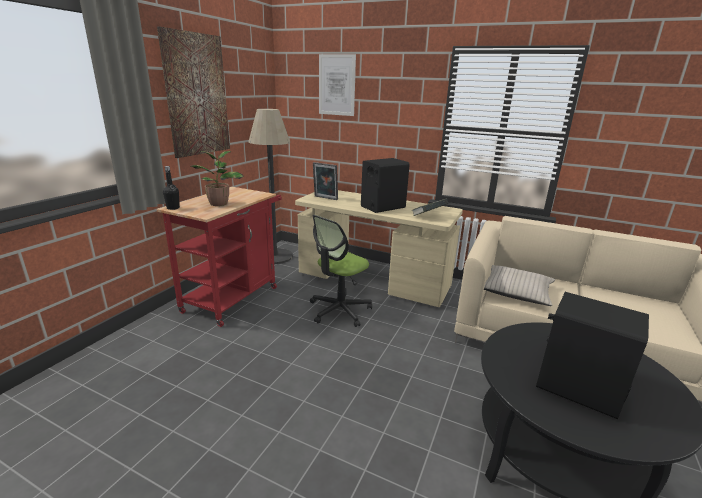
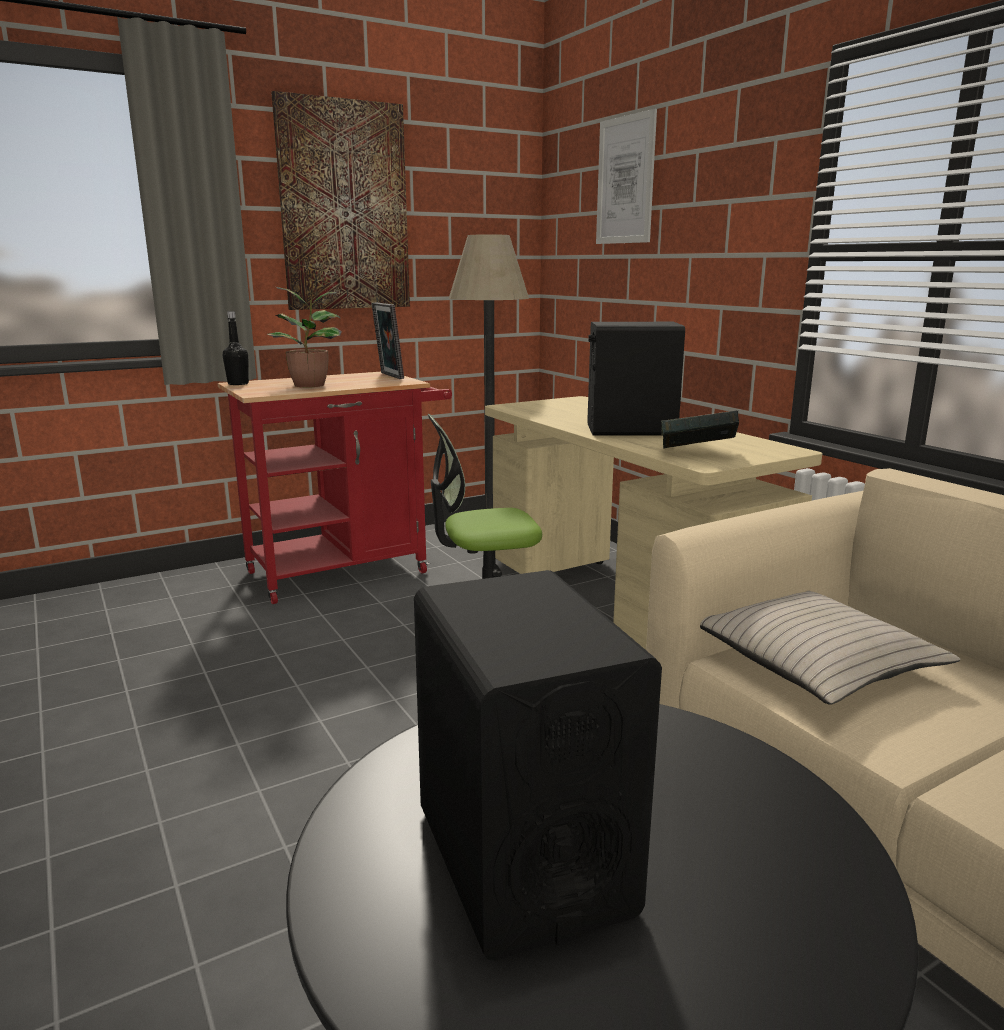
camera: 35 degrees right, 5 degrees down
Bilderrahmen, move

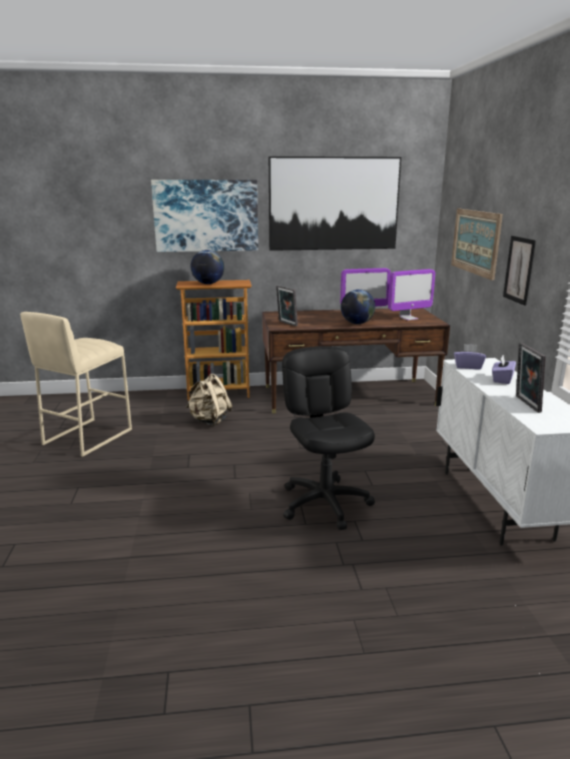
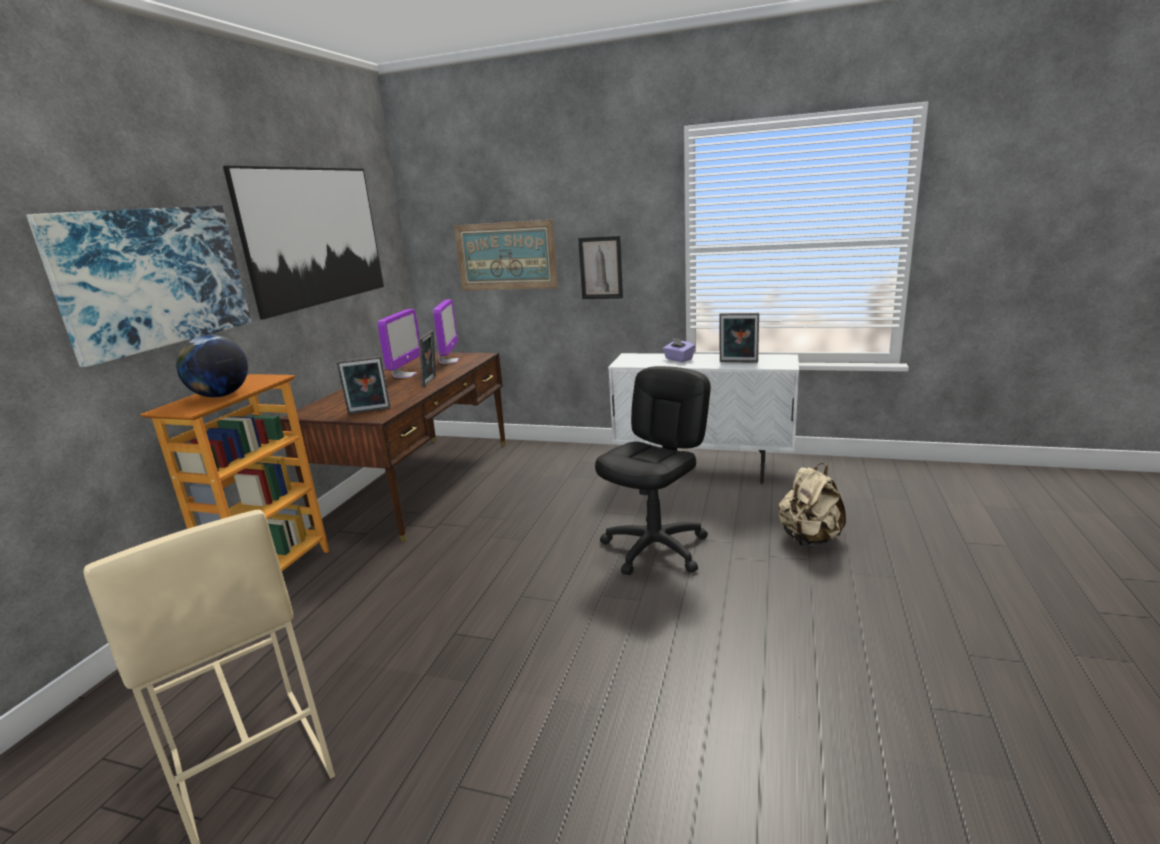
camera: 65 degrees left, 0 degrees up
Taschentuchbox [lila] (1st from left) => nothing
Rucksack [beige], move
Globus (2nd from left) => Bilderrahmen (2nd from left)
Bürostuhl [schwarz], 120 degrees clockwise

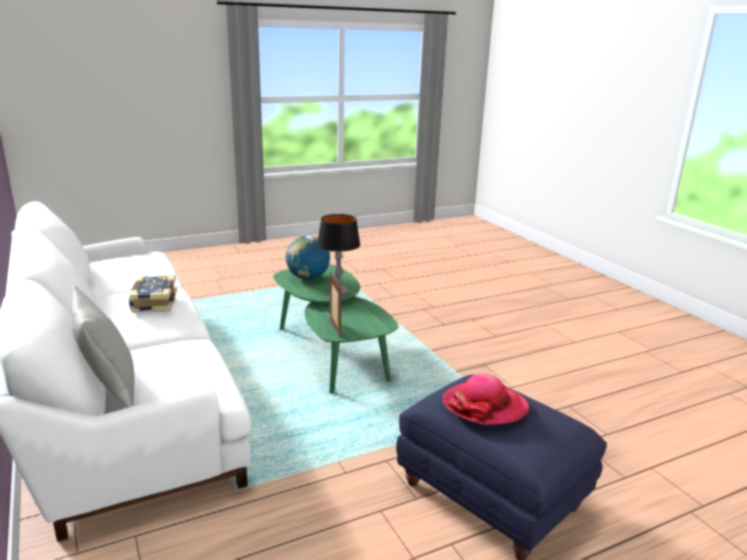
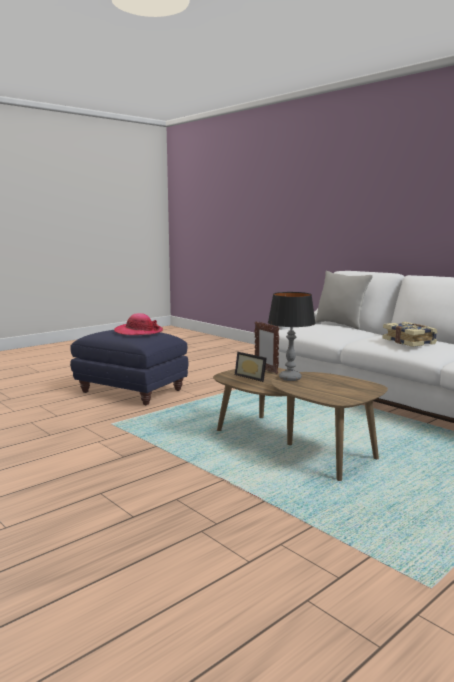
camera: 165 degrees right, 10 degrees down
Globus => nothing
nothing => Bilderrahmen (1st from left)
Couchtisch [grün] => Couchtisch [braun]

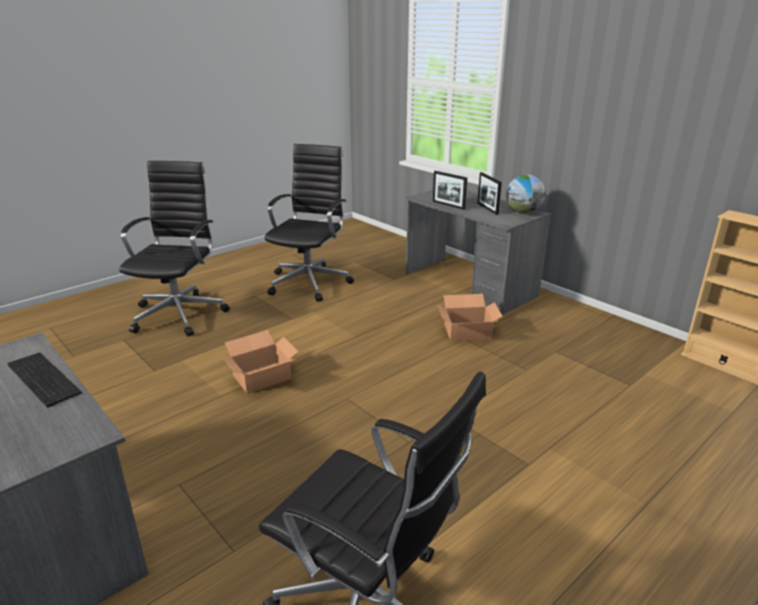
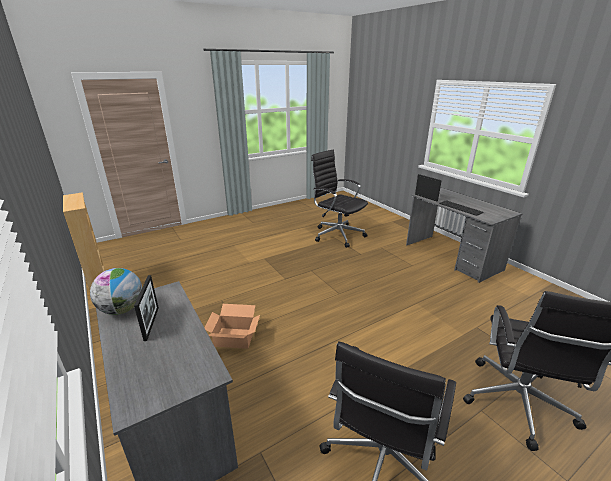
camera: 170 degrees left, 0 degrees up
Karton (1st from left) => nothing
Bilderrahmen (1st from left in the first image) => Bilderrahmen (2nd from left), move

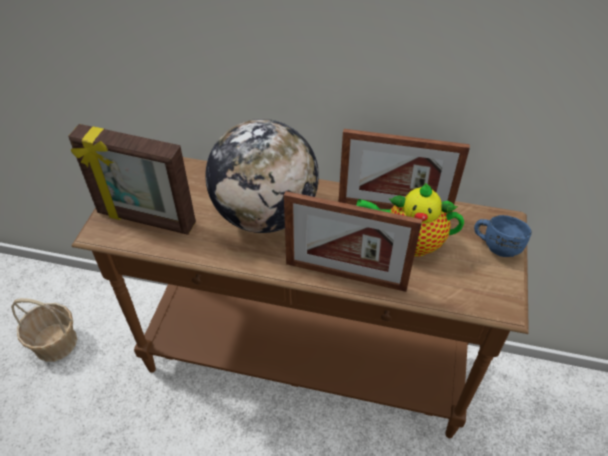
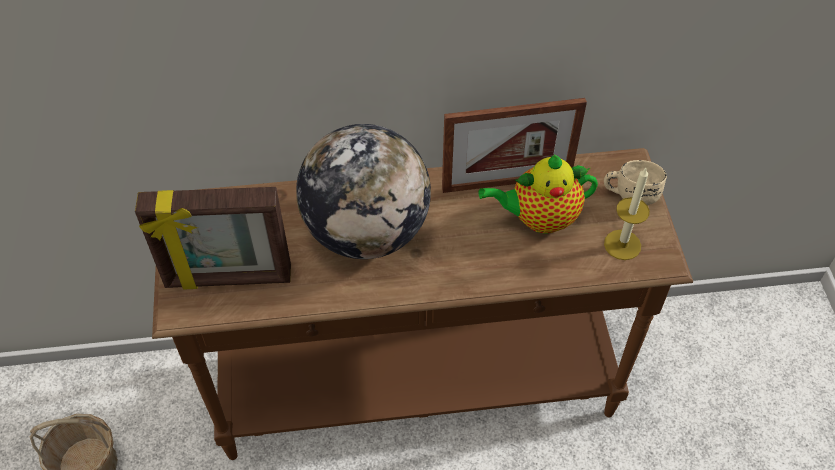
camera: 20 degrees left, 5 degrees up
Bilderrahmen (2nd from left) => nothing
nothing => Kerze
Henkelbecher [blau] => Henkelbecher [beige]

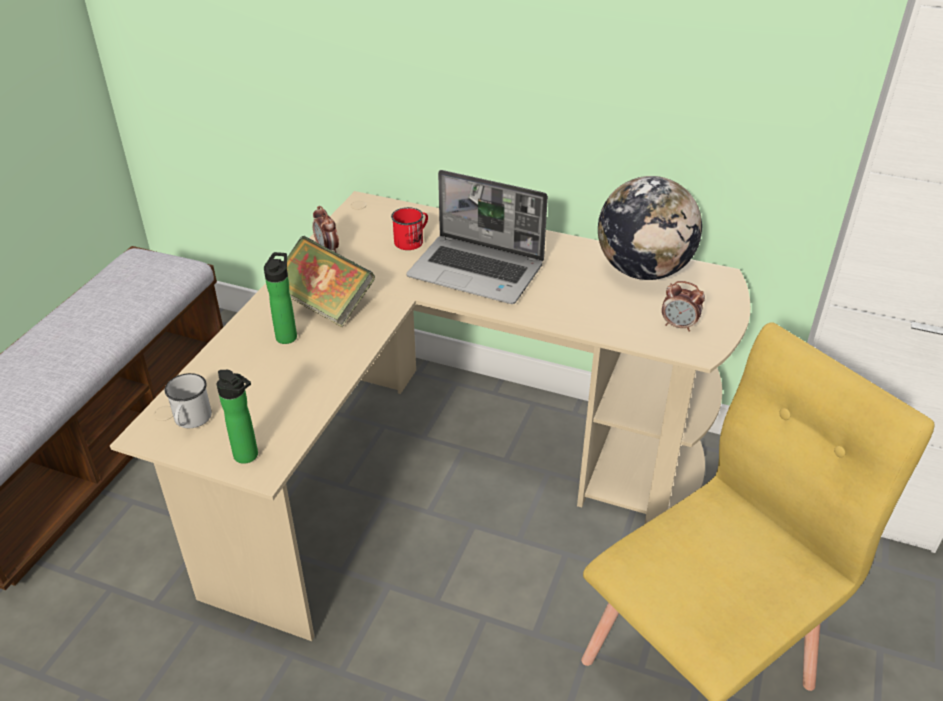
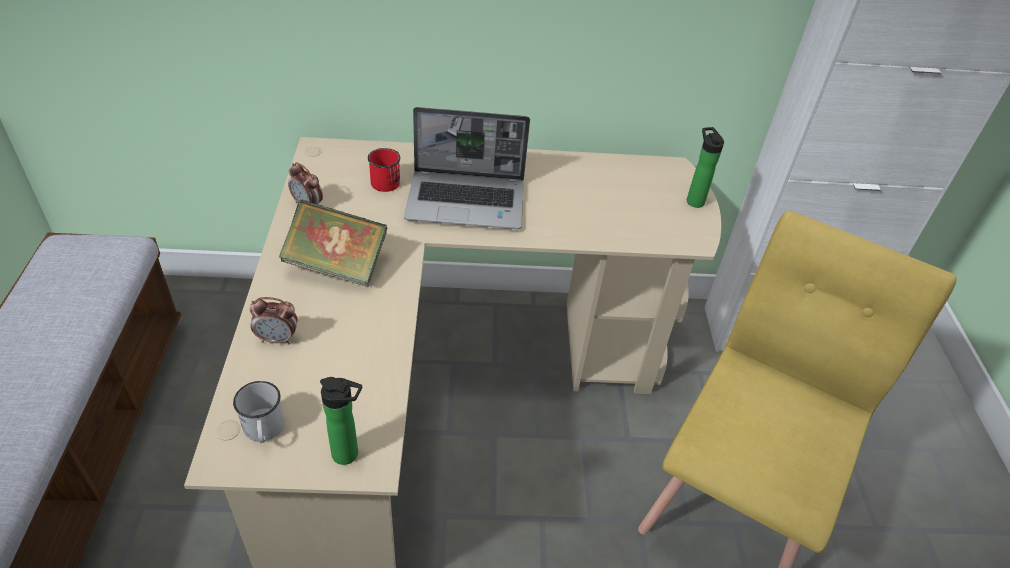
camera: 25 degrees left, 5 degrees up
Globus => nothing
Flasche (2nd from left), move
Wecker (2nd from left in the first image) => Wecker (1st from left), move

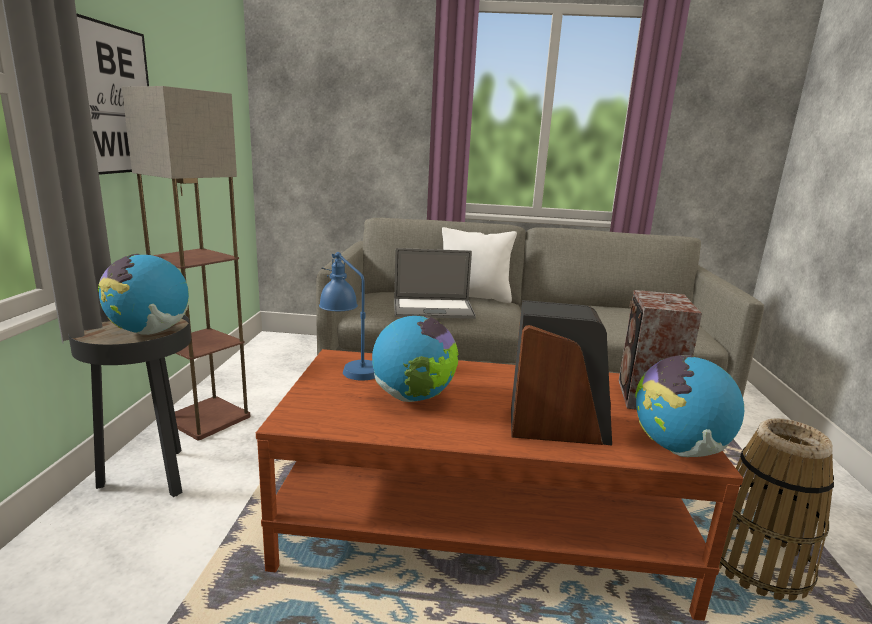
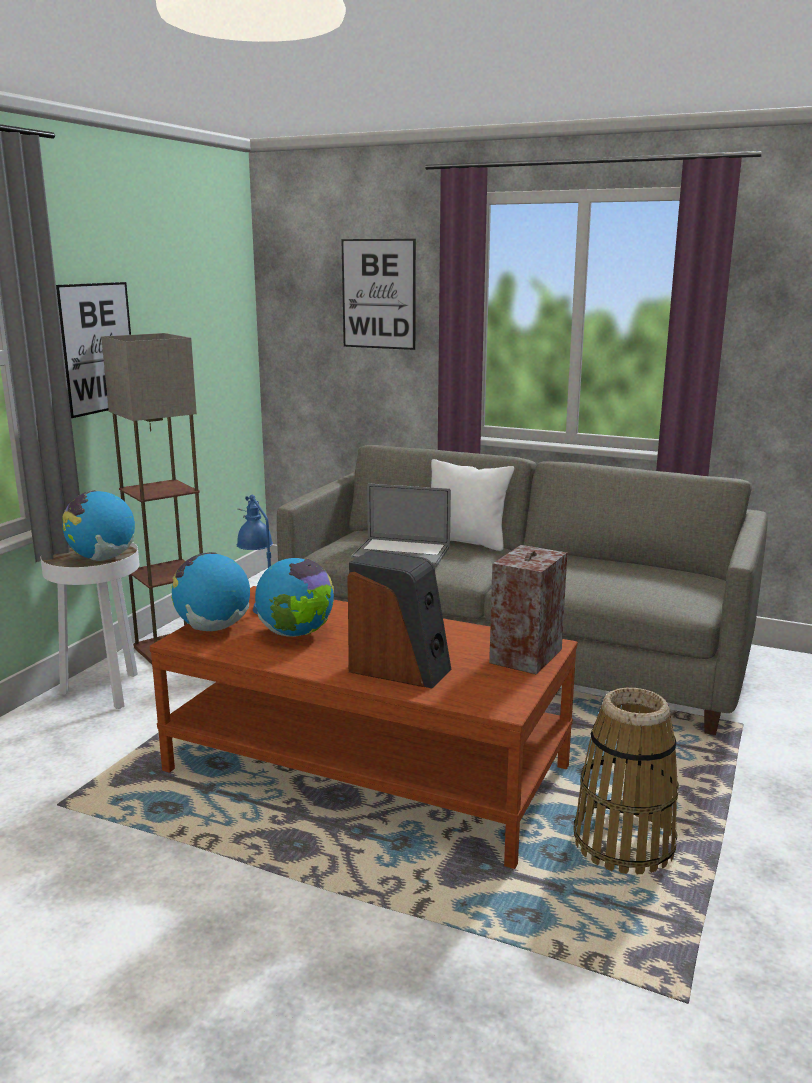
camera: 20 degrees right, 0 degrees up
nothing => Bild (2nd from left)
Globus (3rd from left in the first image) => Globus (2nd from left), move
Beistelltisch [schwarz] => Beistelltisch [weiß]

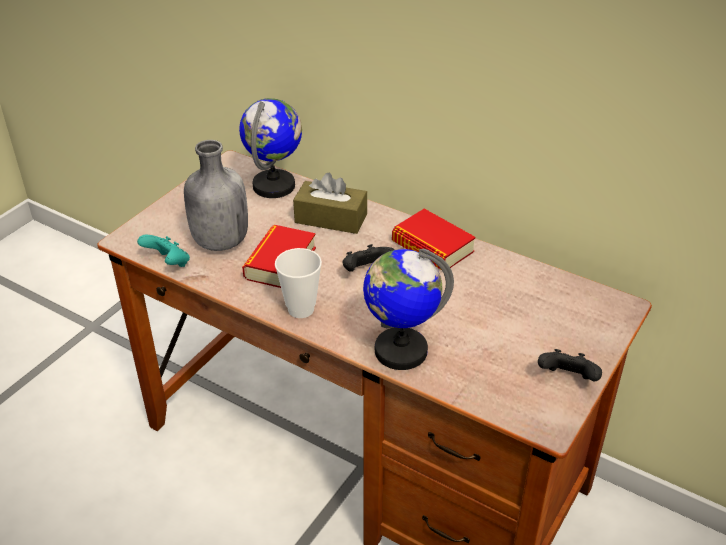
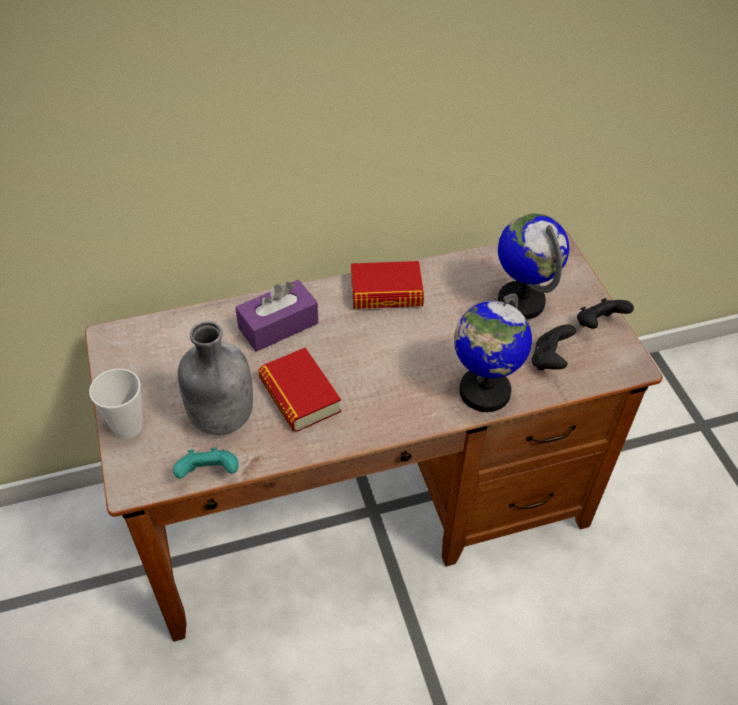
camera: 50 degrees left, 10 degrees up
Globus (1st from left in the first image) => Globus (2nd from left), move
Tasse, move
Gamepad [schwarz] (1st from left), move
Taschentuchbox [braun] => Taschentuchbox [lila]

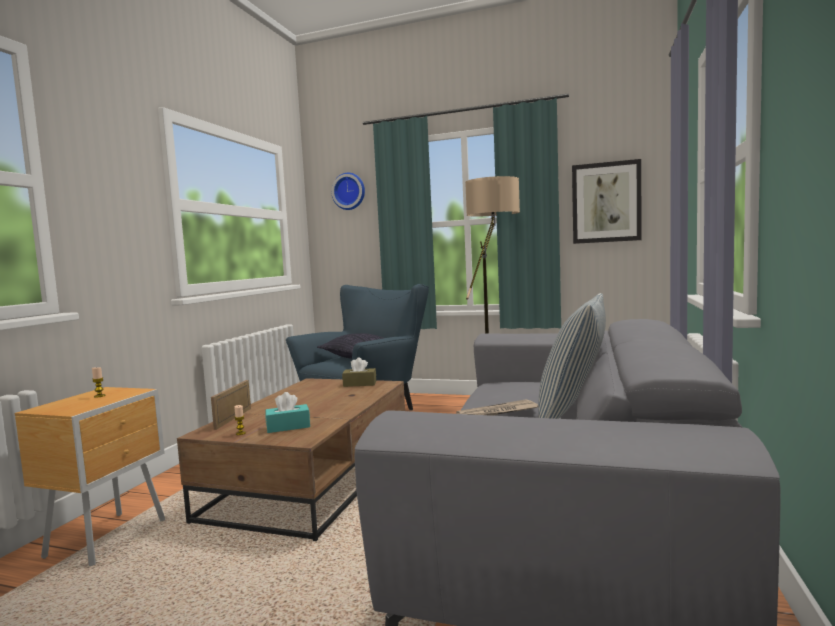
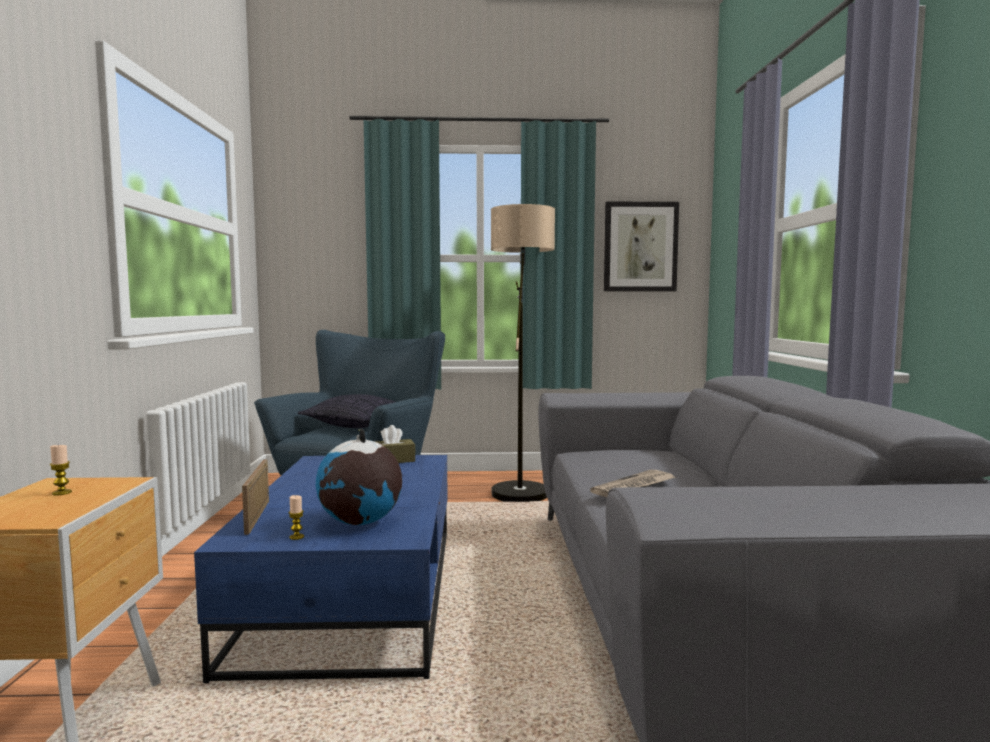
camera: 20 degrees left, 0 degrees up
Wanduhr => nothing
Kissen (2nd from left) => nothing
Taschentuchbox [türkis] => Globus
Couchtisch [braun] => Couchtisch [blau]

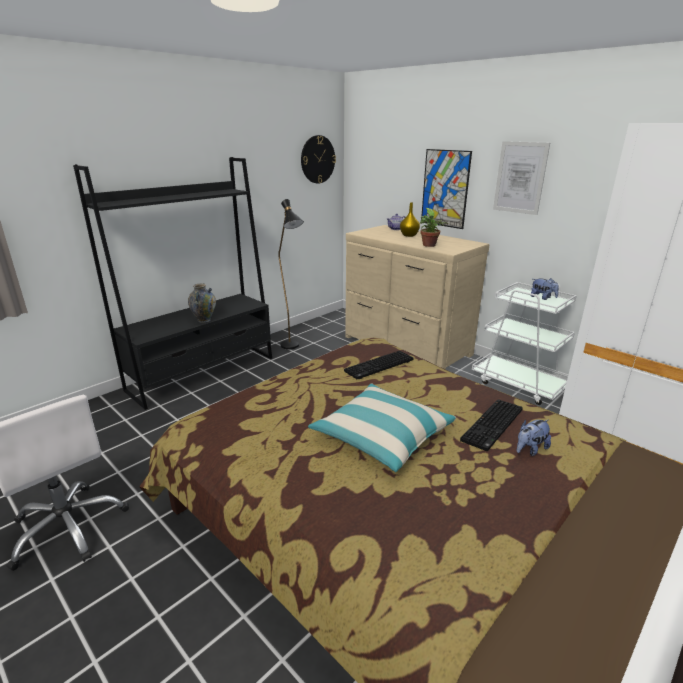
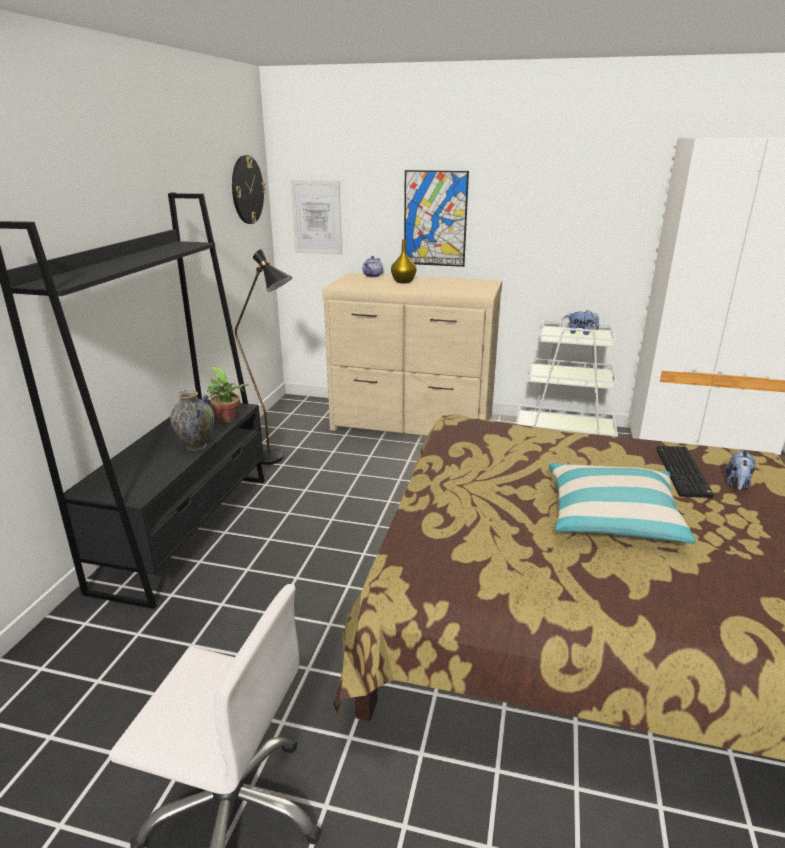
camera: 30 degrees left, 0 degrees up
Tastatur (1st from left) => nothing
Topfpflanze, move
Bild (2nd from left in the first image) => Bild (1st from left), move

